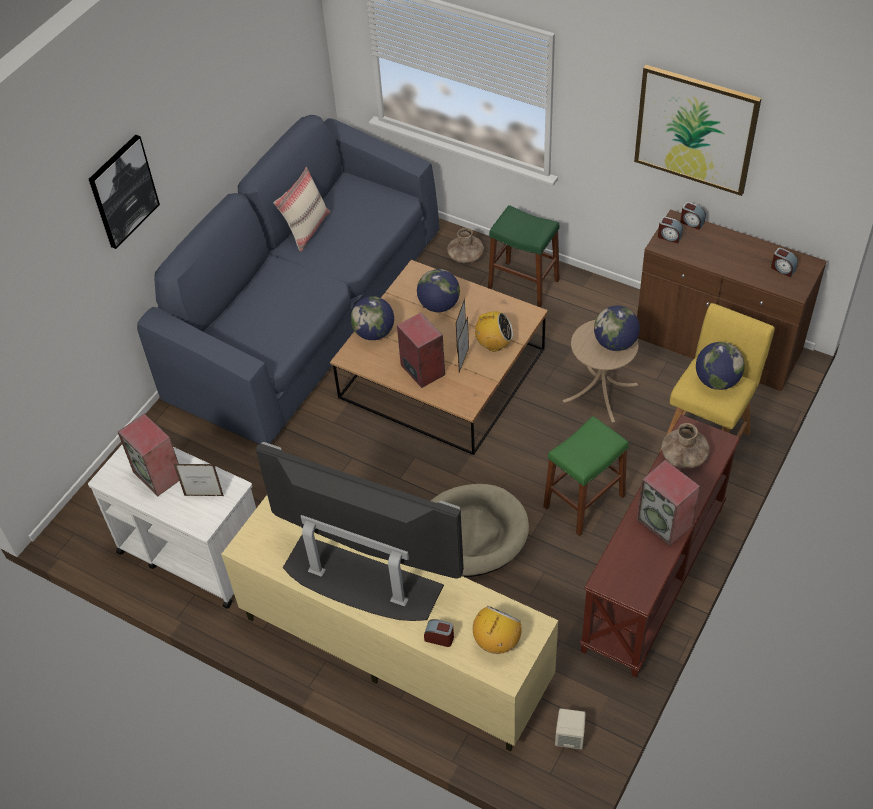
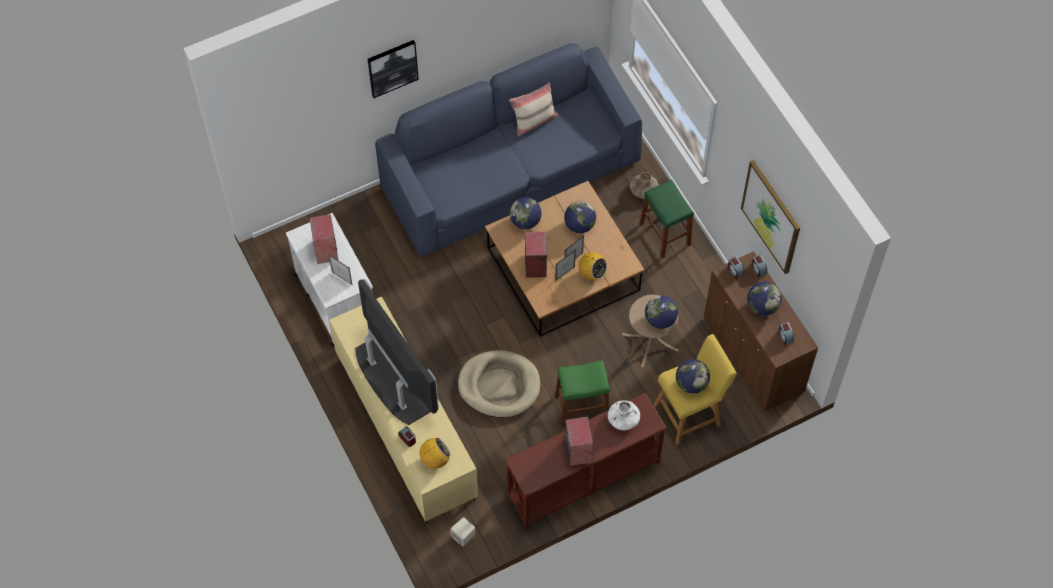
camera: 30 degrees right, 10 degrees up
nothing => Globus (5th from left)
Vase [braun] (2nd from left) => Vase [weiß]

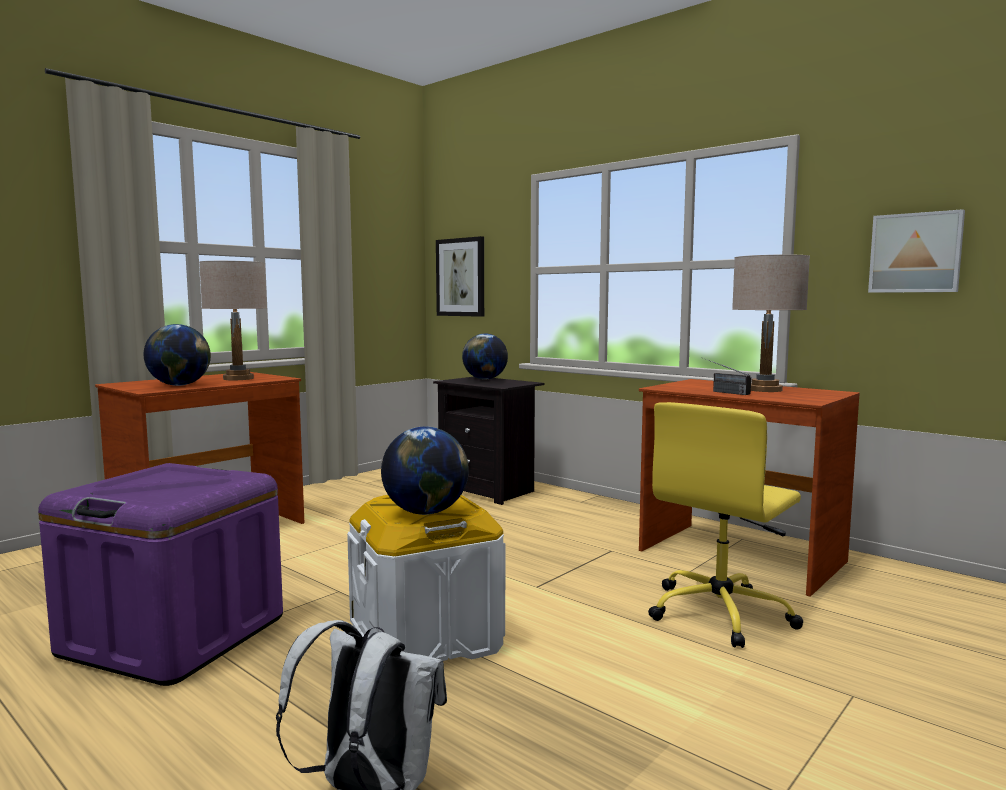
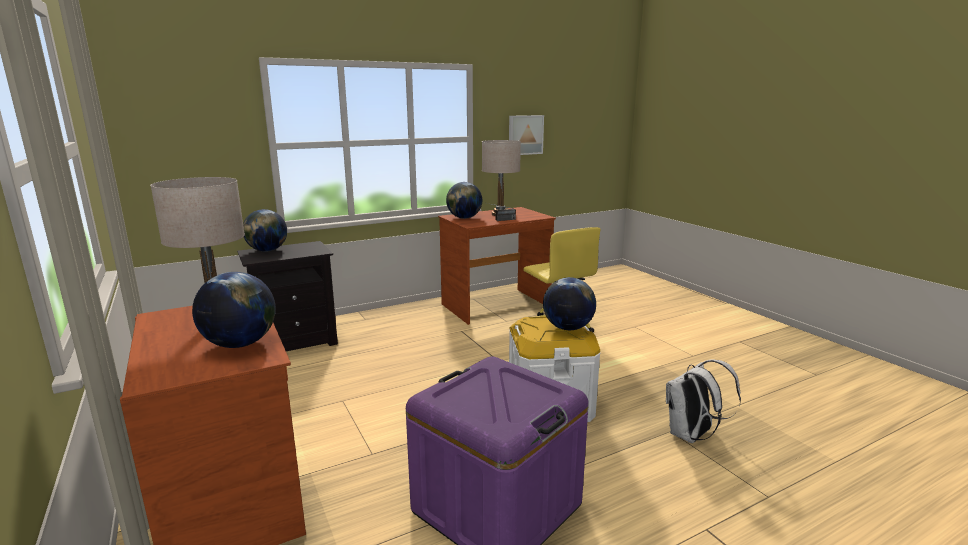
camera: 70 degrees left, 10 degrees up
Bild (1st from left) => nothing
nothing => Globus (3rd from left)

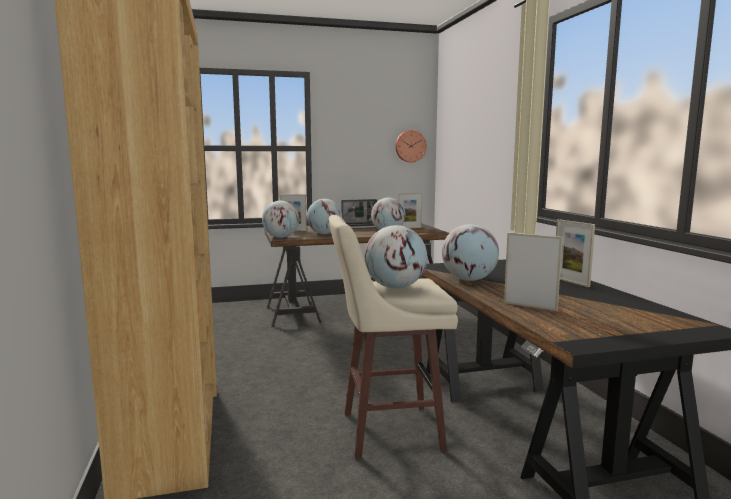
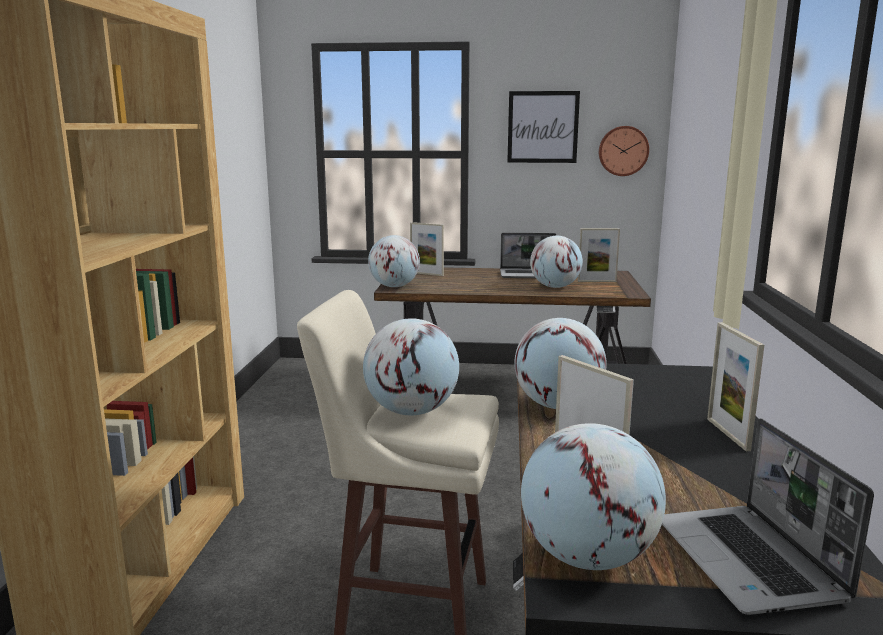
camera: 20 degrees right, 5 degrees up
nothing => Bild
nothing => Laptop (2nd from left)
Globus (2nd from left in the first image) => Globus (5th from left), move

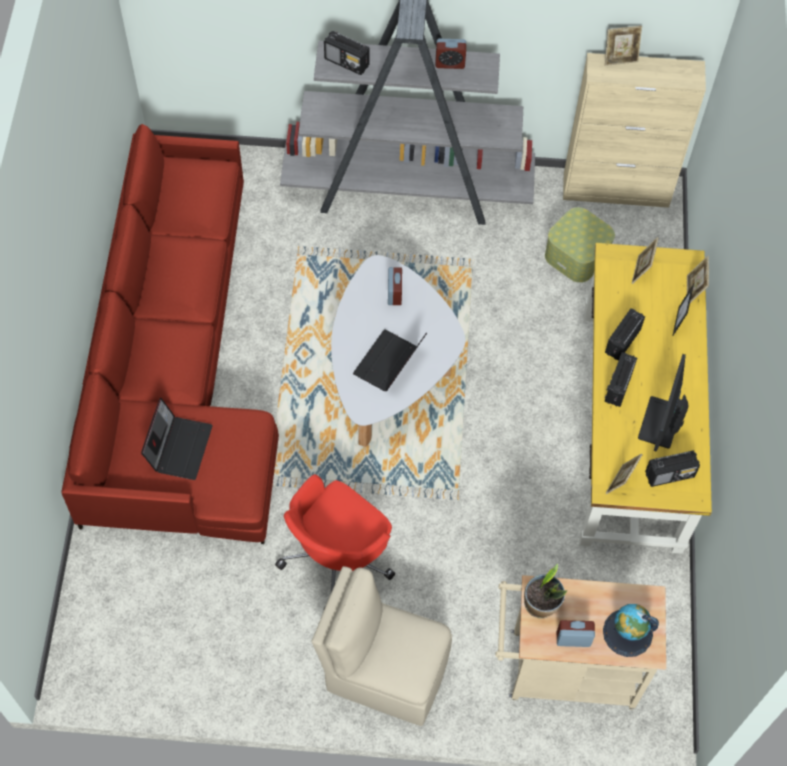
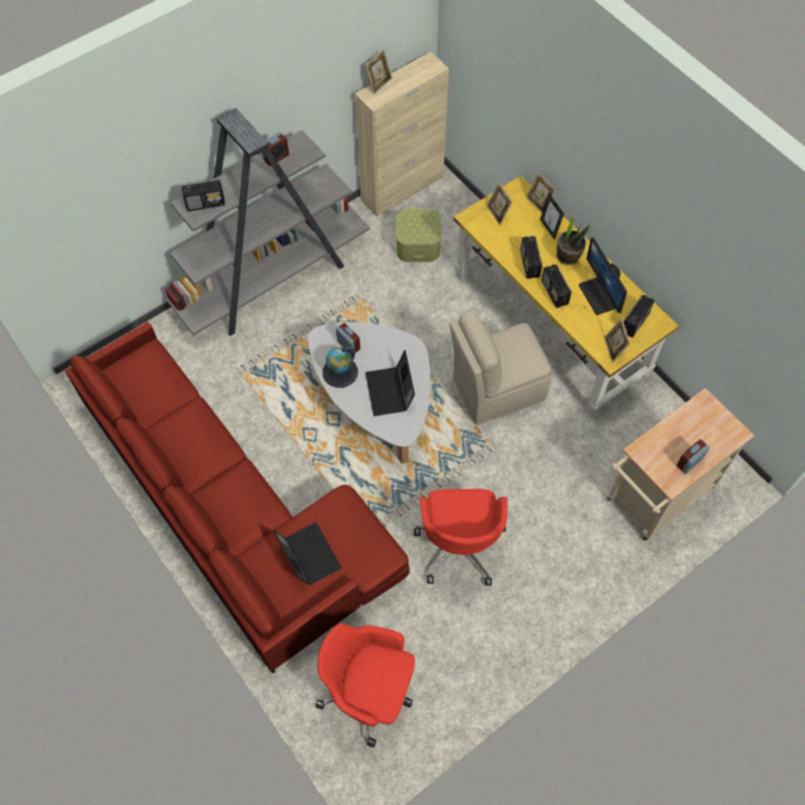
camera: 40 degrees left, 0 degrees up
nothing => Bürostuhl [rot] (1st from left)
Stuhl [beige], move
Topfpflanze, move
Globus, move

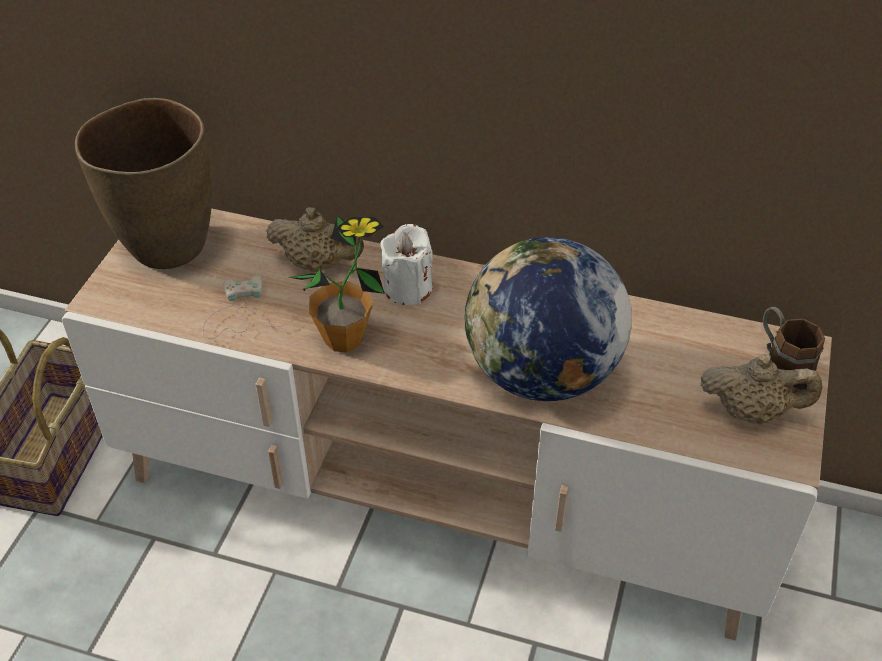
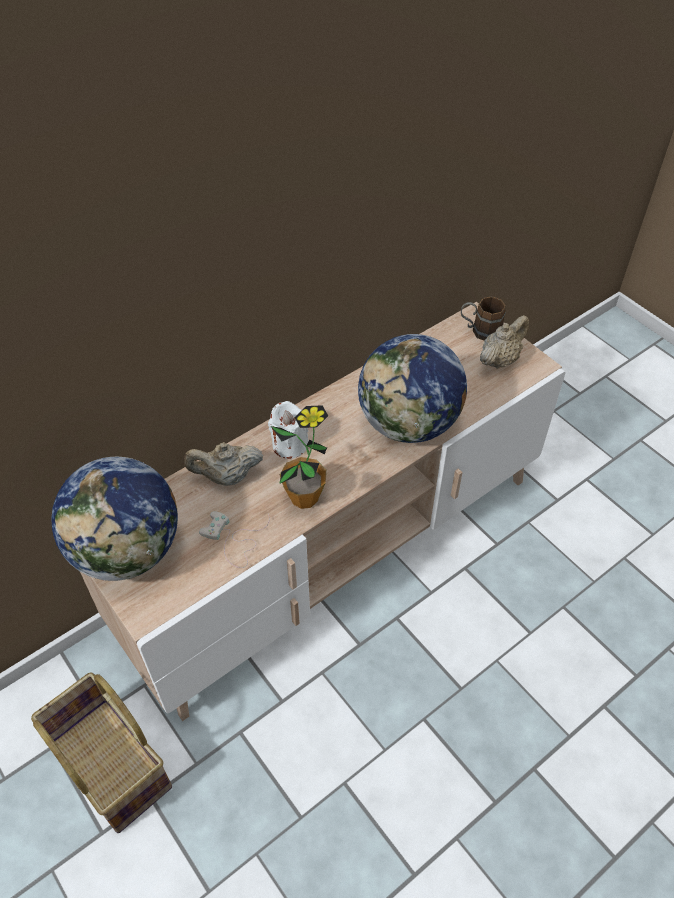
camera: 55 degrees left, 5 degrees up
Vase [braun] => Globus (1st from left)
Teekanne [beige] (1st from left), 150 degrees counterclockwise

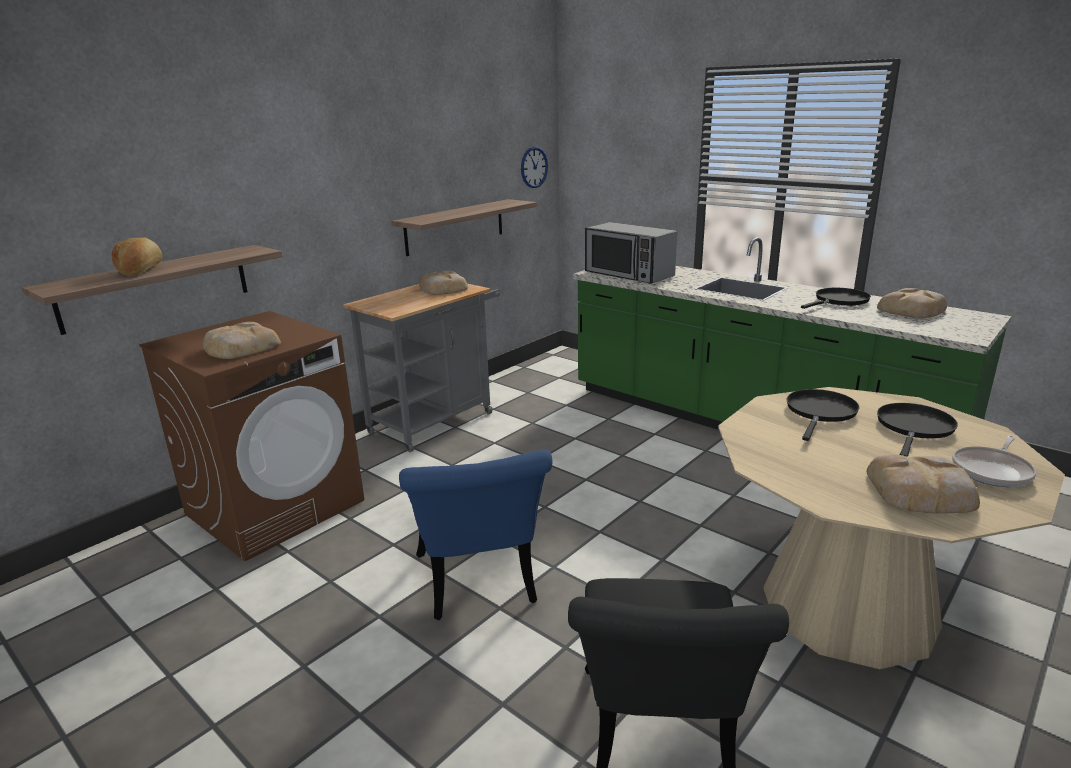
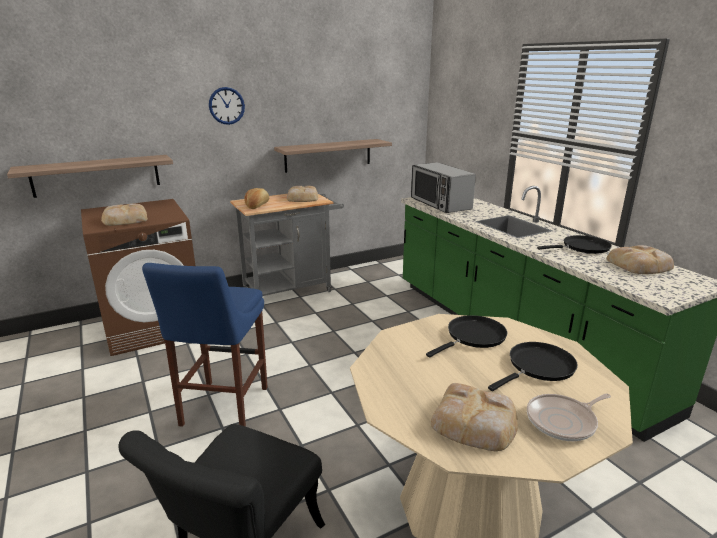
camera: 20 degrees right, 0 degrees up
Brot (1st from left in the first image) => Brot (2nd from left), move
Wanduhr, move
Stuhl [blau] => Hocker [blau]

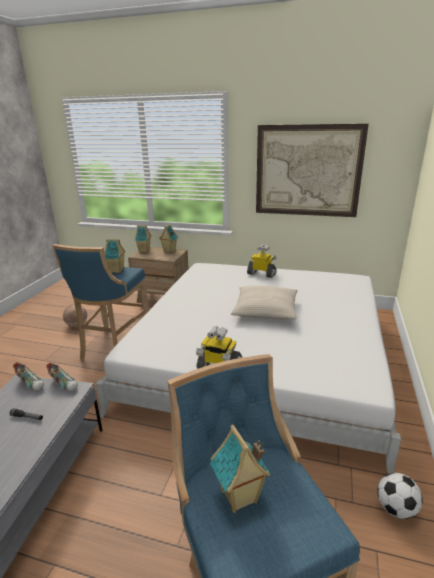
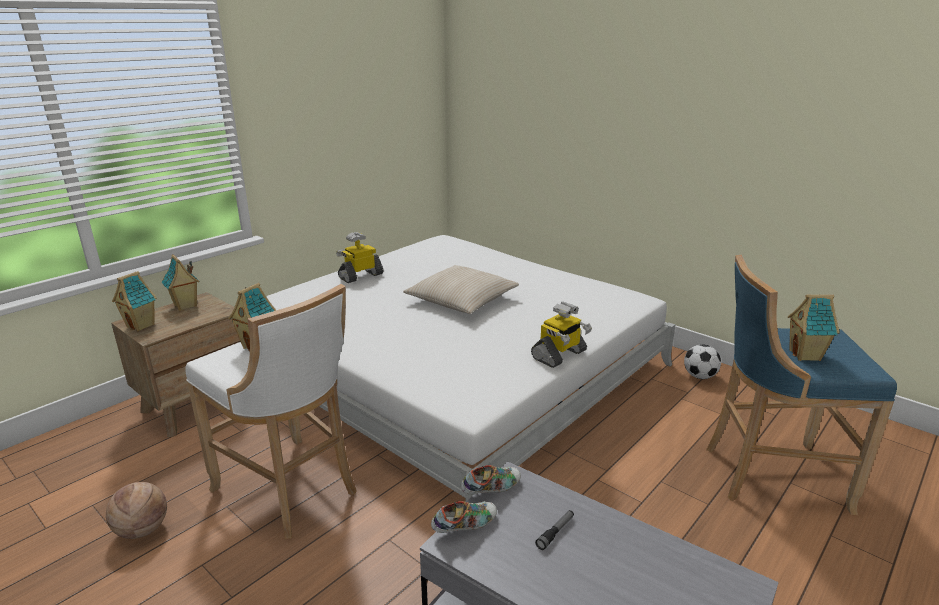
camera: 65 degrees left, 0 degrees up
Bild => nothing
Hocker [blau] (1st from left) => Hocker [weiß]

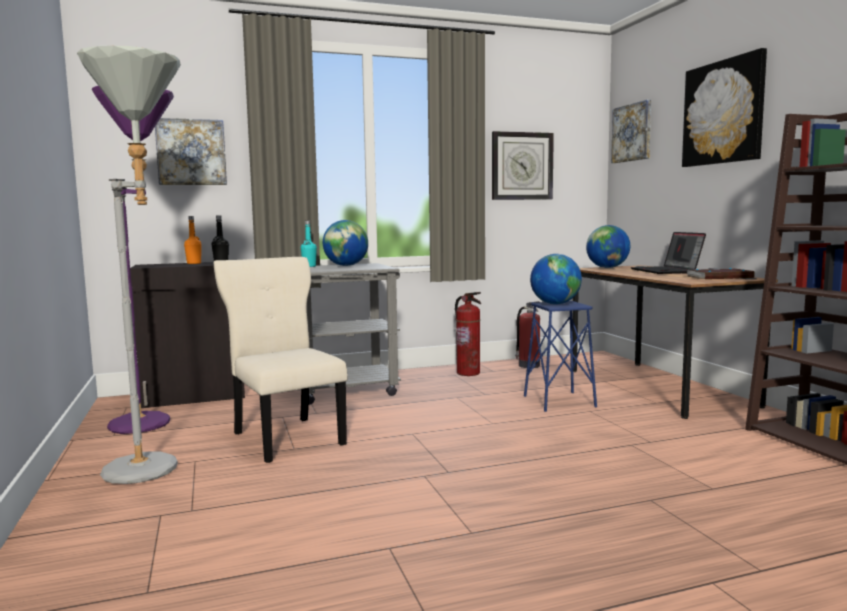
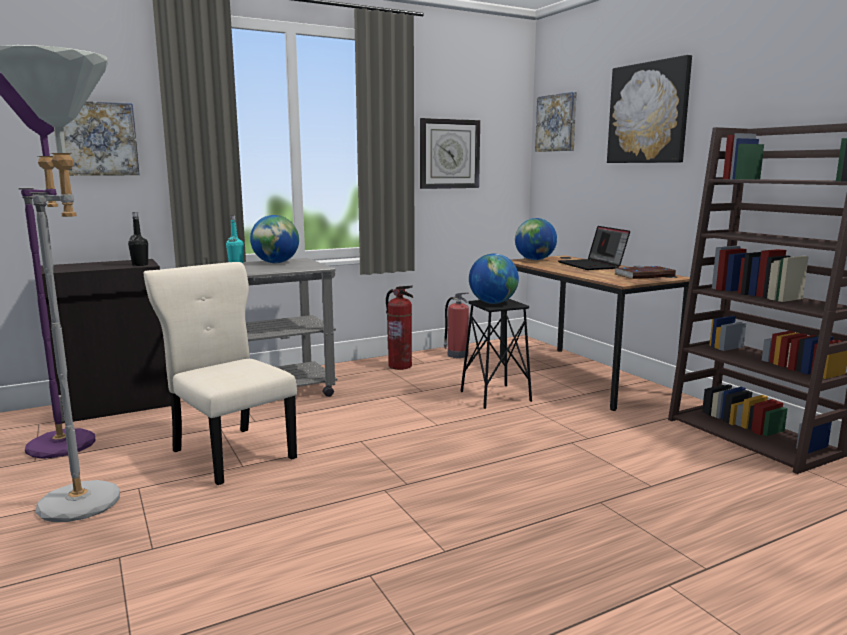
camera: 10 degrees left, 5 degrees up
Flasche [orange] => nothing
Hocker [blau] => Hocker [schwarz]

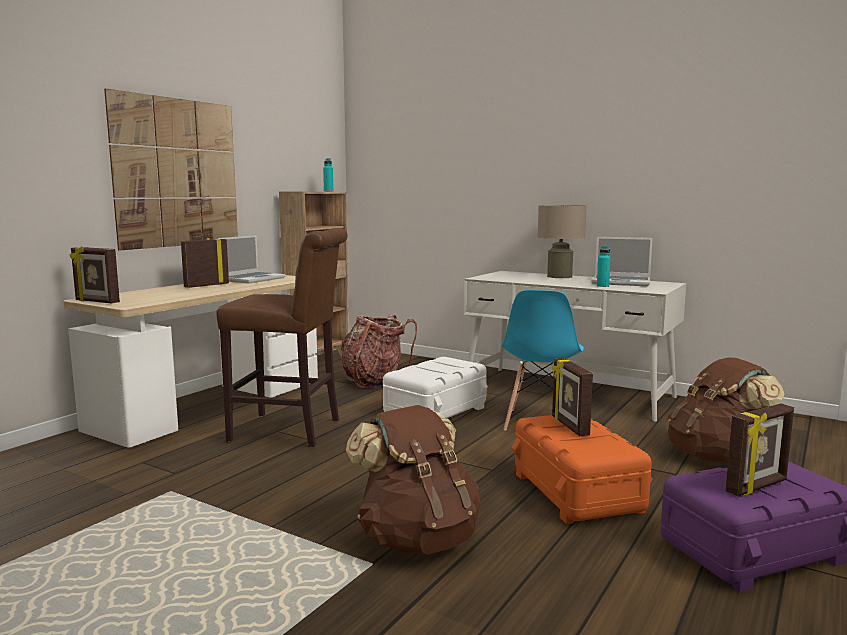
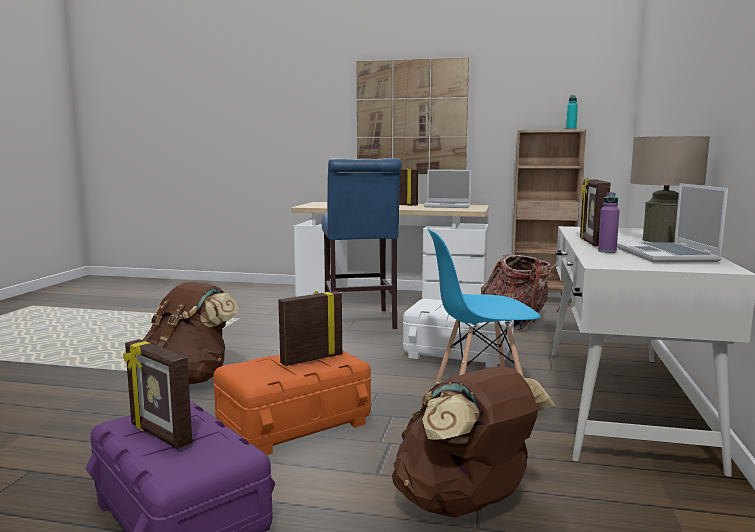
camera: 70 degrees right, 0 degrees up
Bilderrahmen (1st from left in the first image) => Bilderrahmen (4th from left), move
Hocker [braun] => Hocker [blau]
Flasche [türkis] (2nd from left) => Flasche [lila]

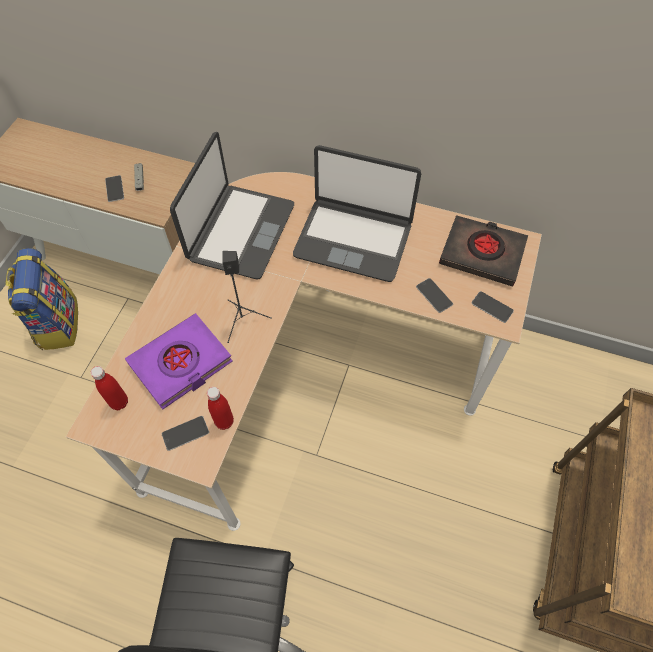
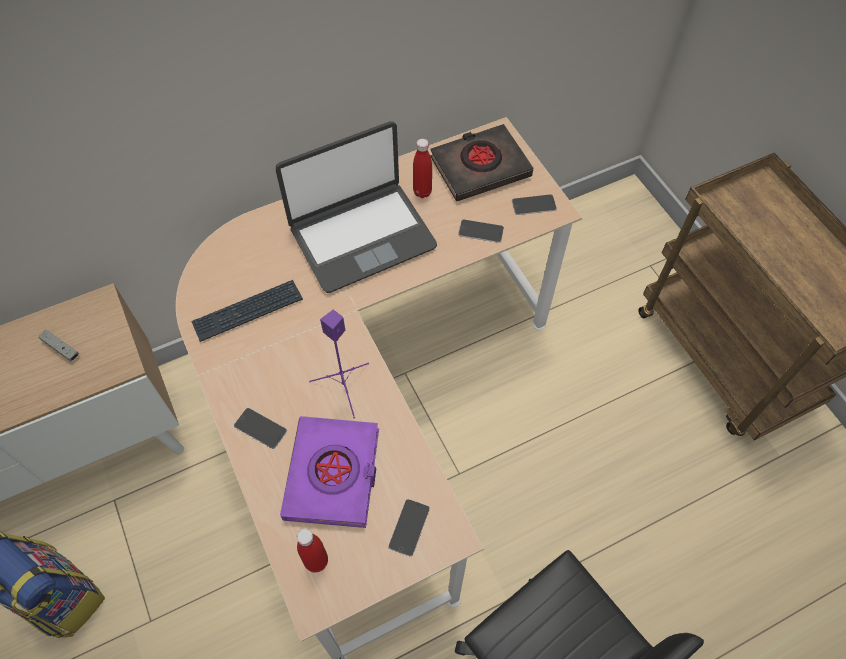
camera: 45 degrees left, 0 degrees up
Handy (1st from left), move
Flasche [rot] (2nd from left), move
Laptop (1st from left) => Tastatur
Lautsprecher [schwarz] => Lautsprecher [lila]

